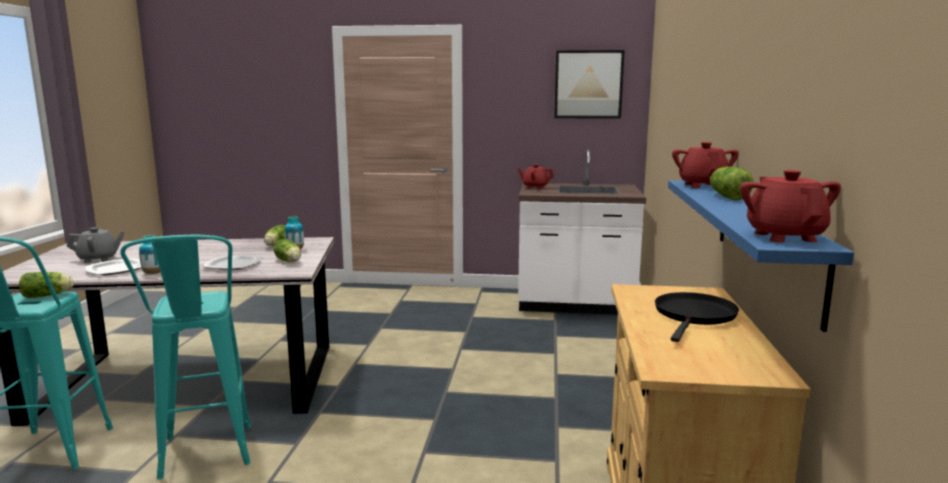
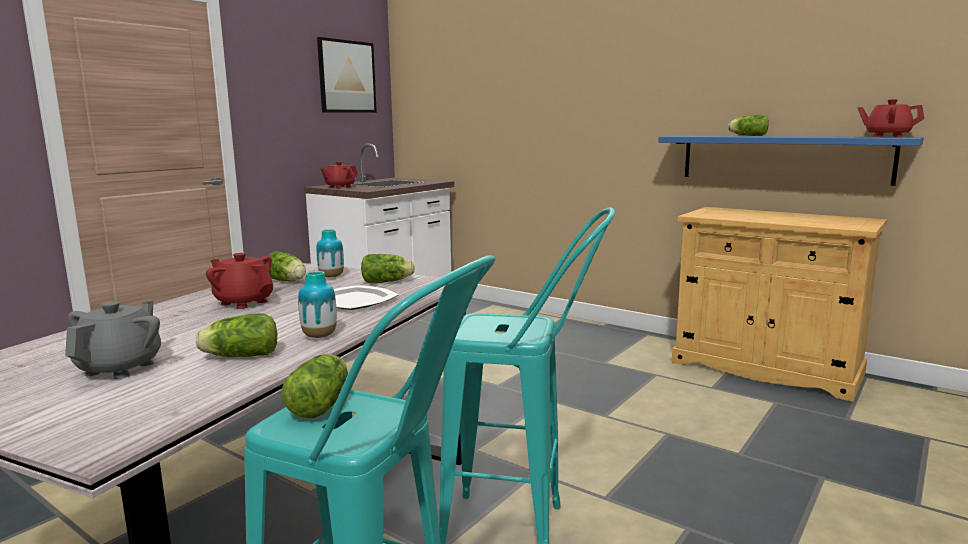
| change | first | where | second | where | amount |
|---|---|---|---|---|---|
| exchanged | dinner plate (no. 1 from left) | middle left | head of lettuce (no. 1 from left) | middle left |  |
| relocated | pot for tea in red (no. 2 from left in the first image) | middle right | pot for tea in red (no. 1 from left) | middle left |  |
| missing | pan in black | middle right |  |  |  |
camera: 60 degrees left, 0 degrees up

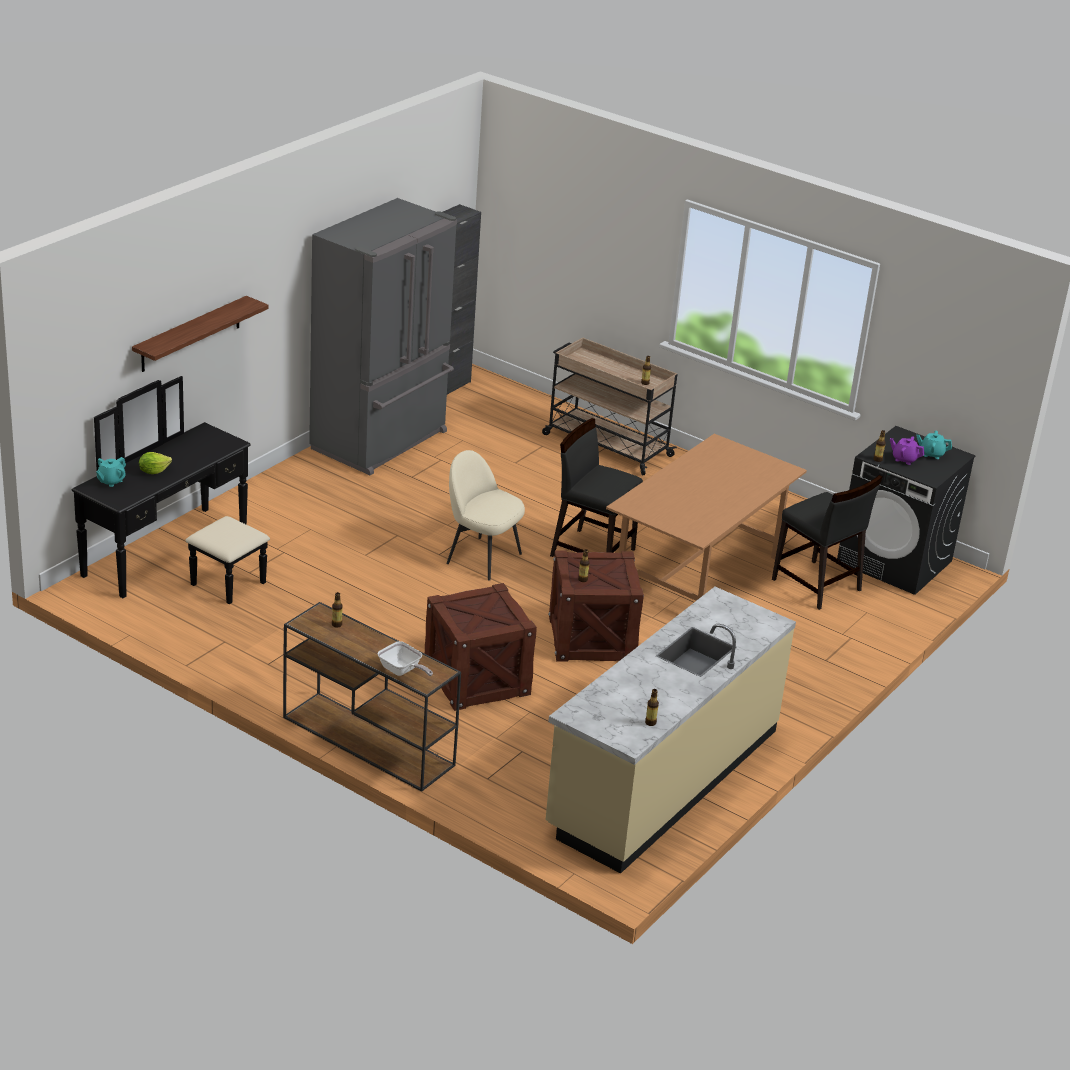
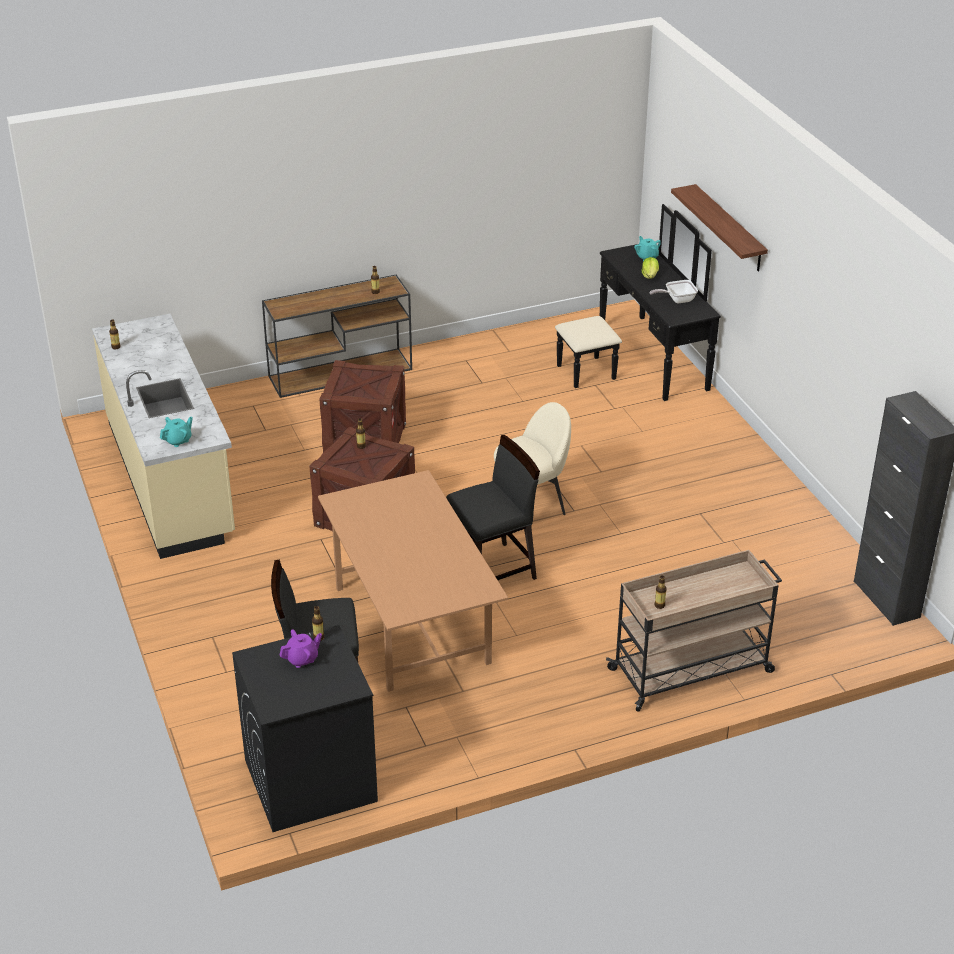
| change | first | where | second | where | amount |
|---|---|---|---|---|---|
| relocated | pot for tea in blue-green (no. 2 from left in the first image) | middle right | pot for tea in blue-green (no. 1 from left) | middle left |  |
| relocated | pan | centre |  | top right |  |
| missing | kitchen fridge in gray | top centre |  |  |  |
camera: 125 degrees right, 5 degrees up

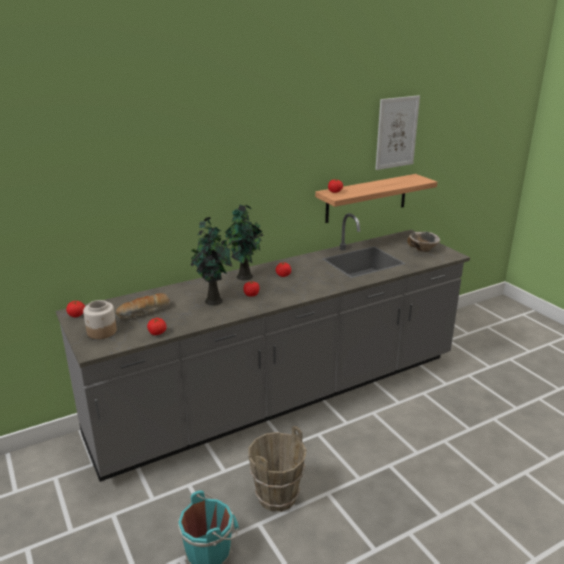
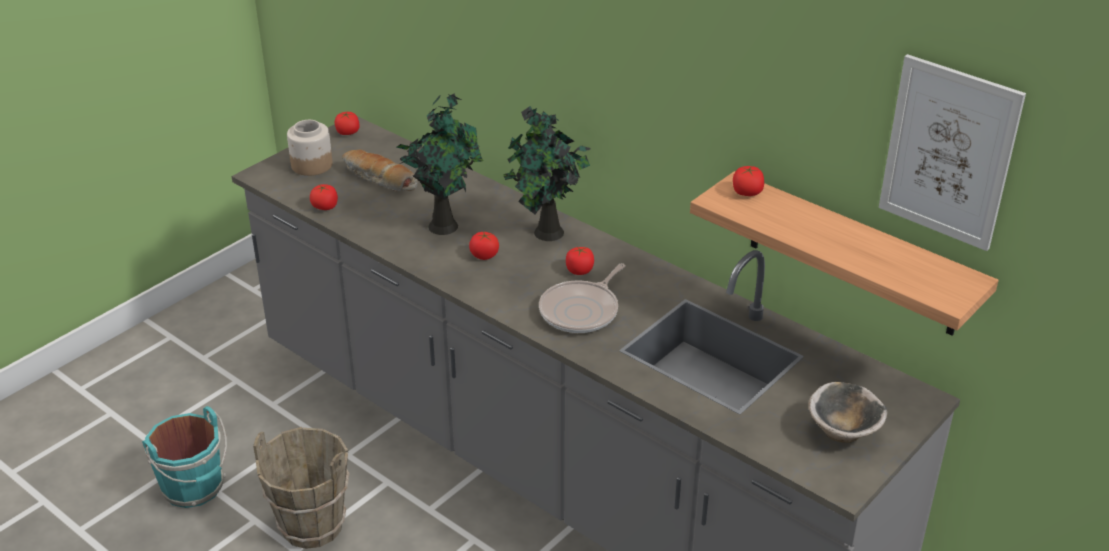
| change | first | where | second | where | amount |
|---|---|---|---|---|---|
| appeared |  |  | pan | centre |  |
camera: 70 degrees right, 10 degrees up

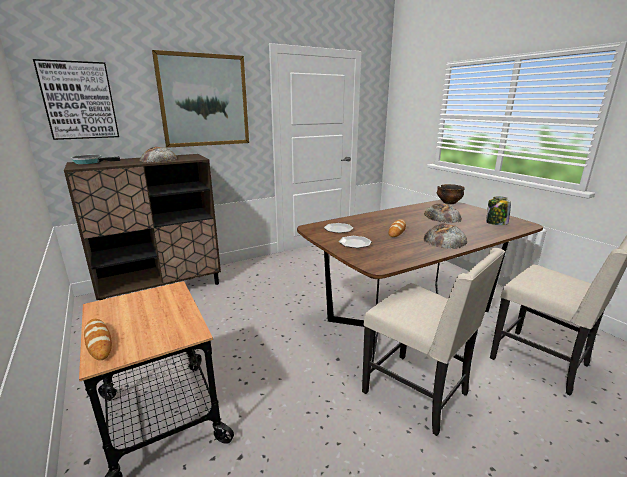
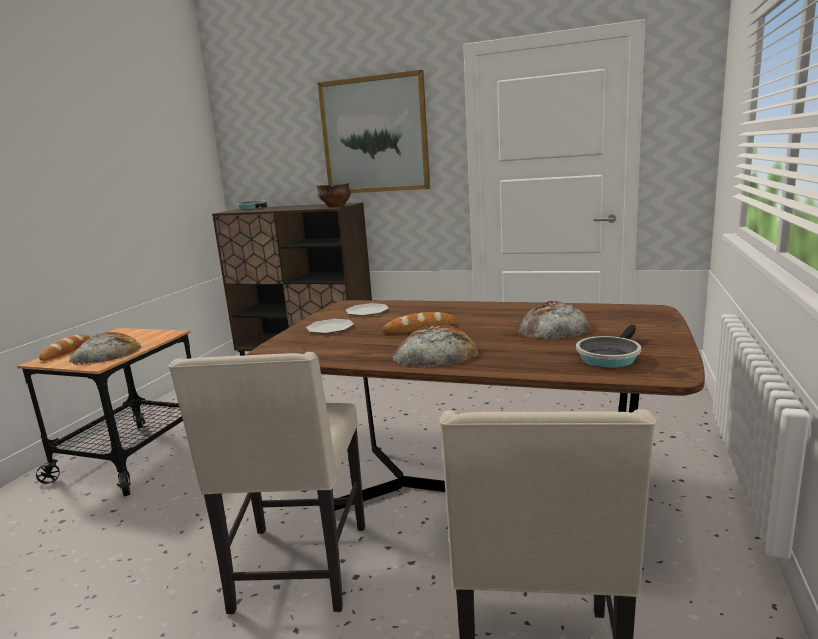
| change | first | where | second | where | amount |
|---|---|---|---|---|---|
| relocated | baked bread (no. 2 from left) | top left |  | middle left |  |
| relocated | serving bowl | middle right |  | top centre |  |
| exchanged | jar | middle right | pan (no. 2 from left) | middle right |  |
| missing | picture (no. 1 from left) | top left |  |  |  |
camera: 50 degrees right, 5 degrees down

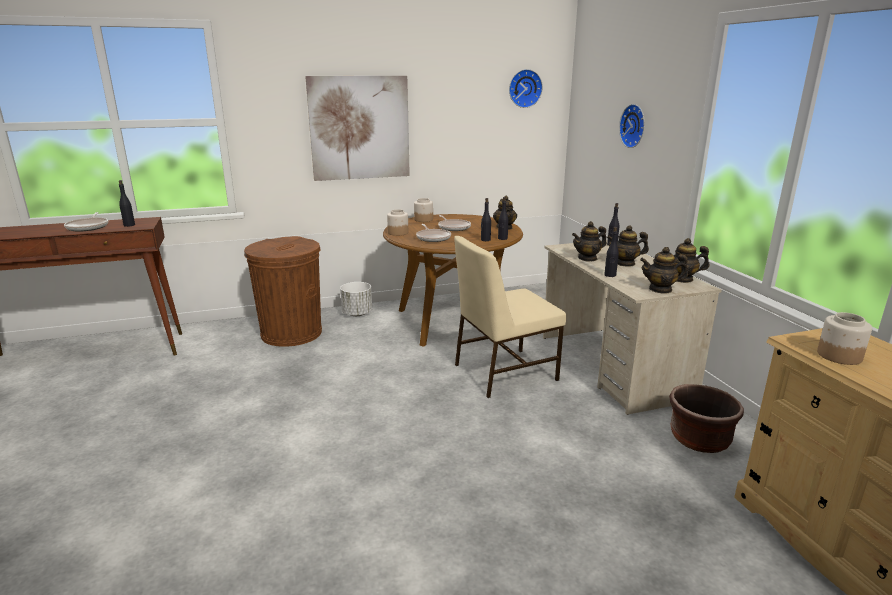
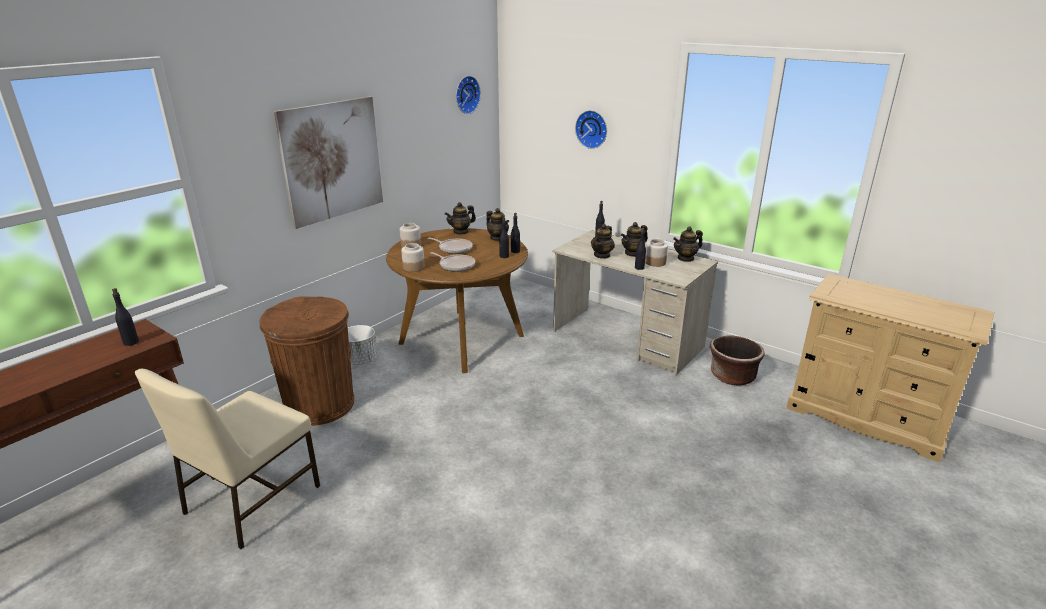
| change | first | where | second | where | amount |
|---|---|---|---|---|---|
| relocated | plain chair in beige-coloured | centre |  | bottom left |  |
| relocated | pot for tea (no. 4 from left in the first image) | middle right | pot for tea (no. 1 from left) | centre |  |
| relocated | jar (no. 3 from left) | middle right |  | centre |  |
| missing | pan (no. 1 from left) | middle left |  |  |  |
camera: 35 degrees left, 5 degrees up

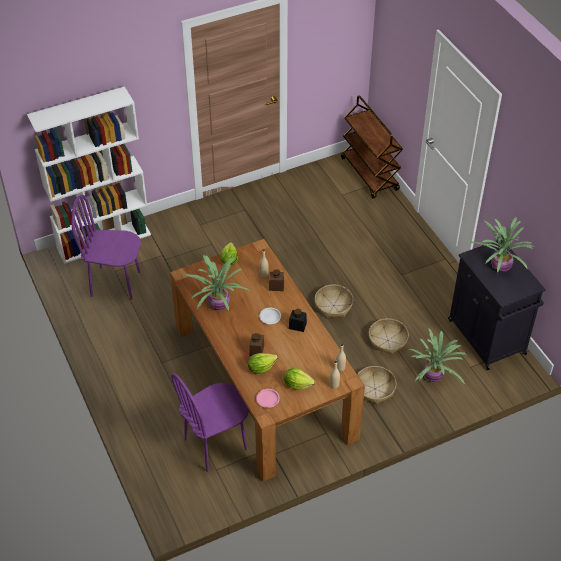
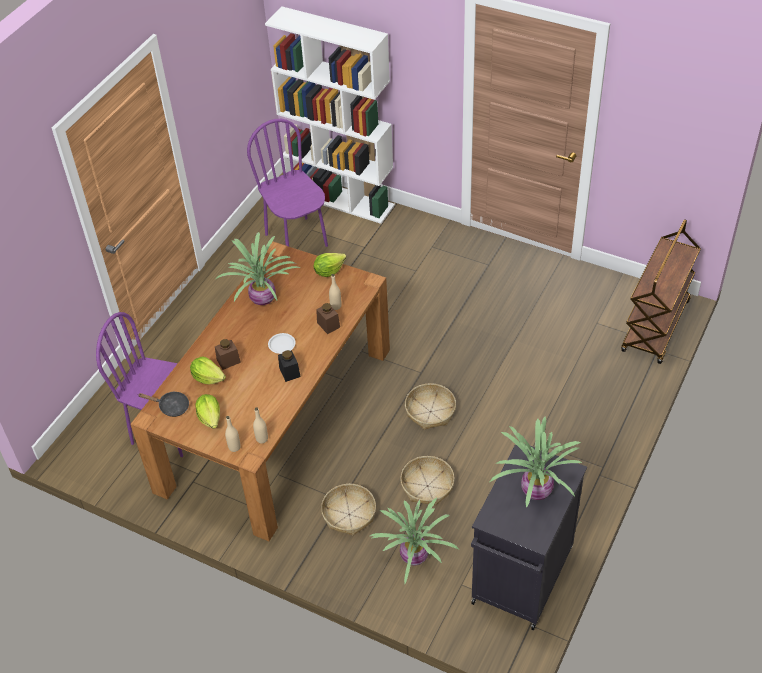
| change | first | where | second | where | amount |
|---|---|---|---|---|---|
| exchanged | dinner plate in pink-coloured | bottom centre | pan in black | middle left |  |
camera: 55 degrees right, 0 degrees up

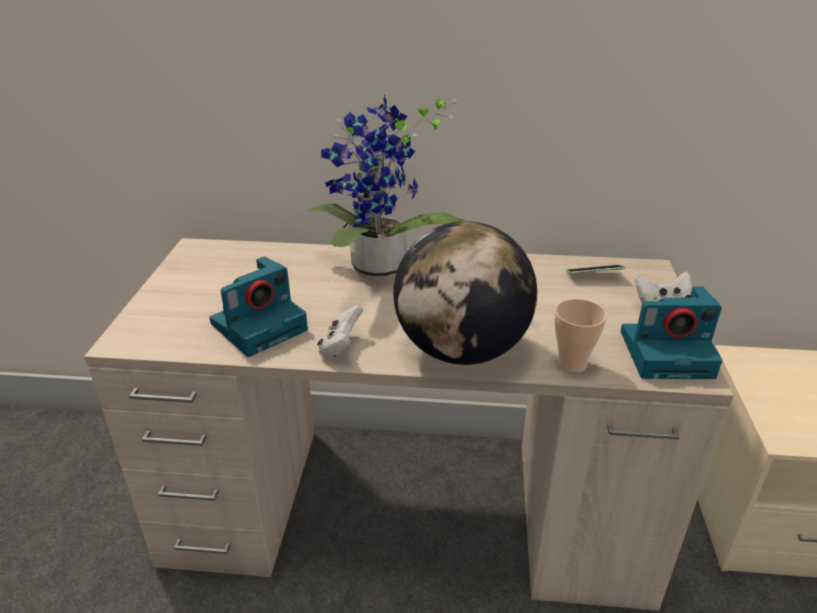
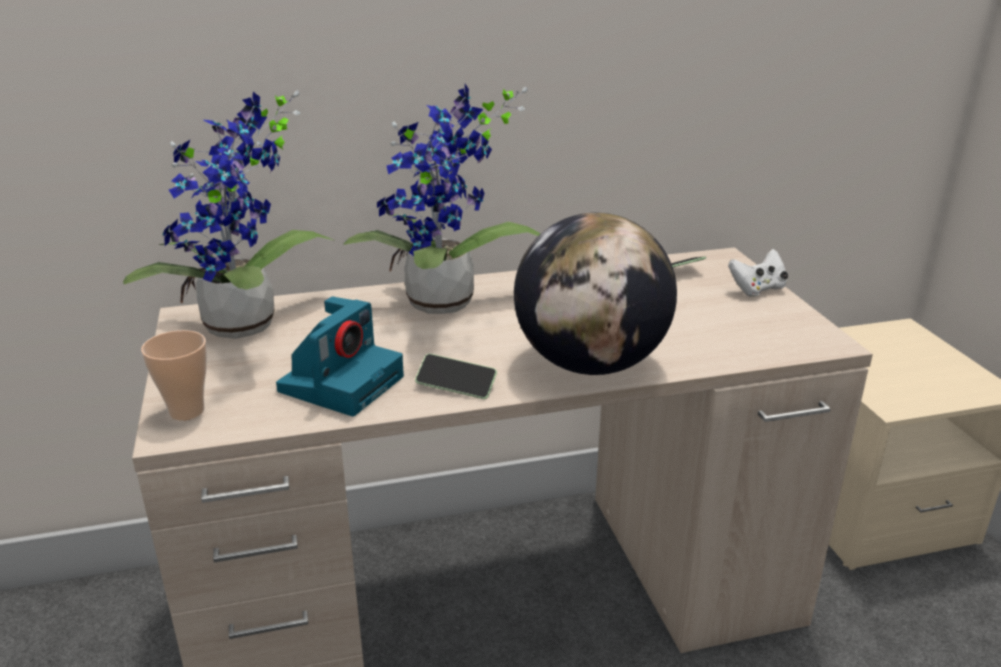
| change | first | where | second | where | amount |
|---|---|---|---|---|---|
| appeared |  |  | plant in a pot (no. 1 from left) | top left |  |
| relocated | cup | middle right |  | middle left |  |
| exchanged | gamepad in white (no. 1 from left) | centre | phone (no. 1 from left) | centre |  |
| missing | still camera (no. 2 from left) | middle right |  |  |  |
camera: 20 degrees left, 5 degrees down

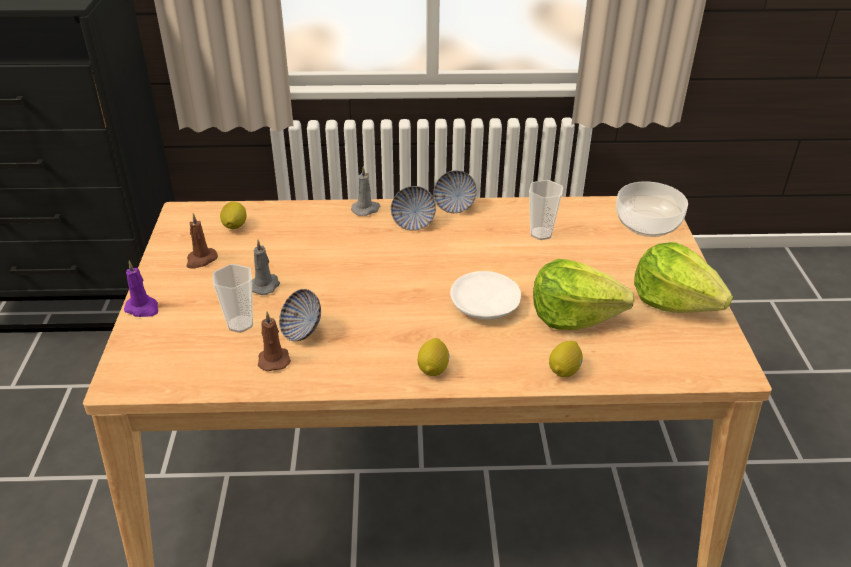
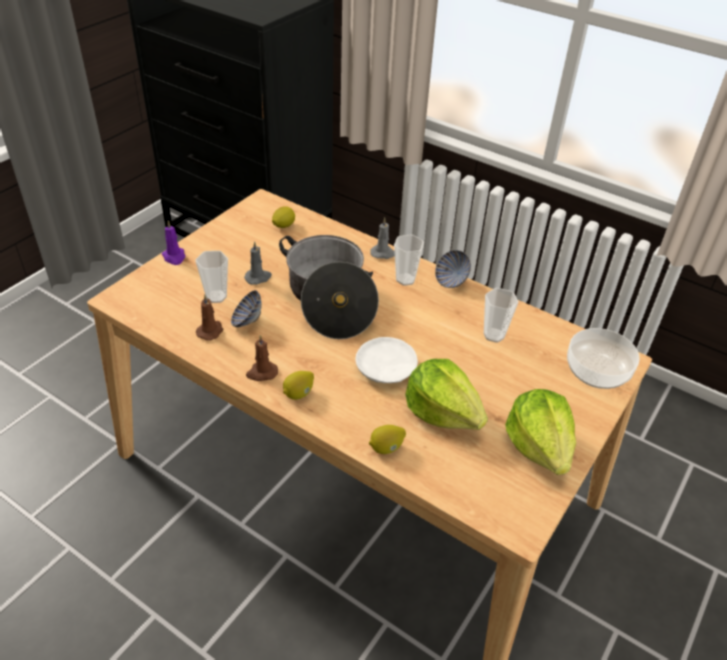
| change | first | where | second | where | amount |
|---|---|---|---|---|---|
| relocated | wax light in brownish (no. 1 from left in the first image) | middle left | wax light in brownish (no. 2 from left) | centre |  |
| appeared |  |  | saucepot | centre |  |
| exchanged | serving bowl (no. 2 from left) | centre | cup (no. 2 from left) | centre |  |
camera: 35 degrees right, 5 degrees up

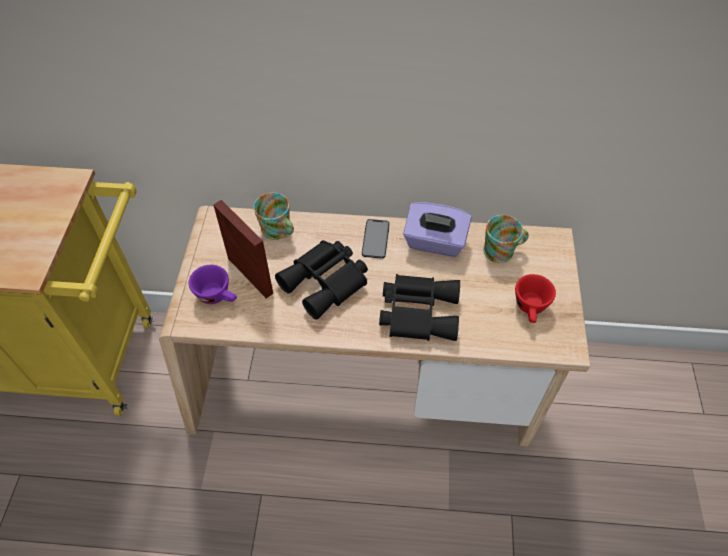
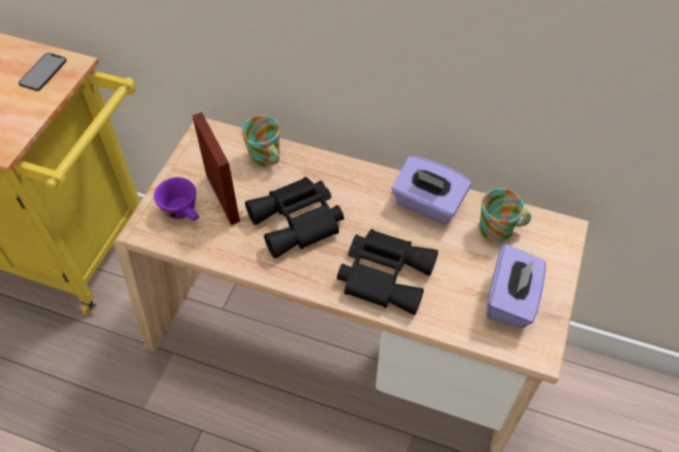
| change | first | where | second | where | amount |
|---|---|---|---|---|---|
| relocated | phone | centre |  | top left |  |
| exchanged | cup in red | middle right | tissue box in purple (no. 2 from left) | middle right |  |
camera: 15 degrees right, 0 degrees up

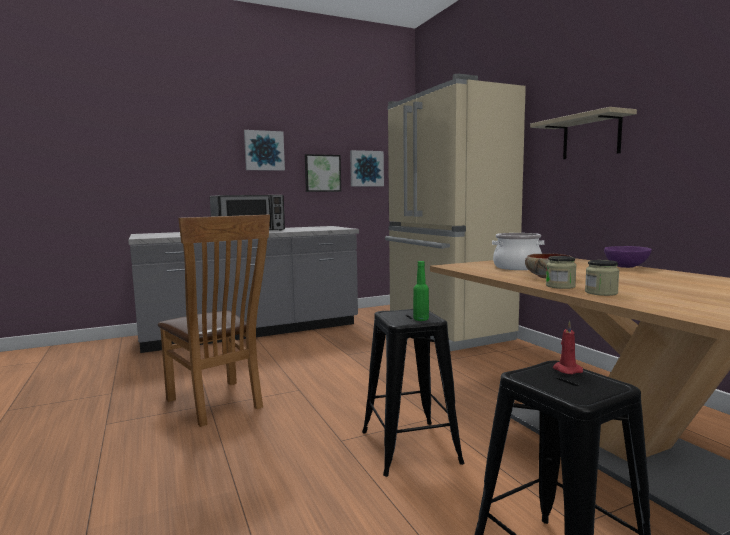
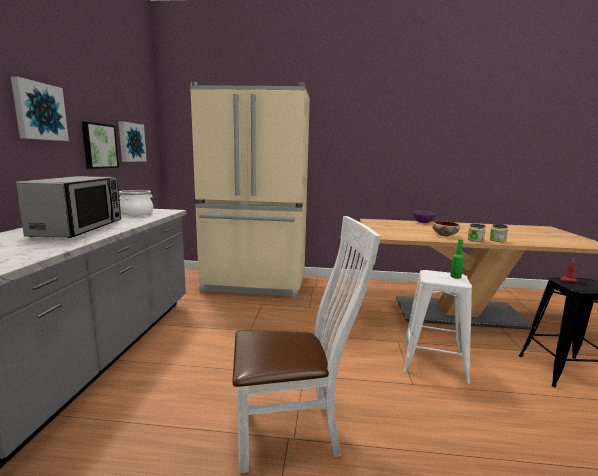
| change | first | where | second | where | amount |
|---|---|---|---|---|---|
| relocated | saucepot | middle right |  | middle left |  |
| colour | plain chair in brownish | middle left | plain chair in white | bottom centre |  |
| colour | stool in black (no. 1 from left) | bottom centre | stool in white | bottom right |  |
| missing | wall shelf | top right |  |  |  |
camera: 60 degrees left, 5 degrees up

